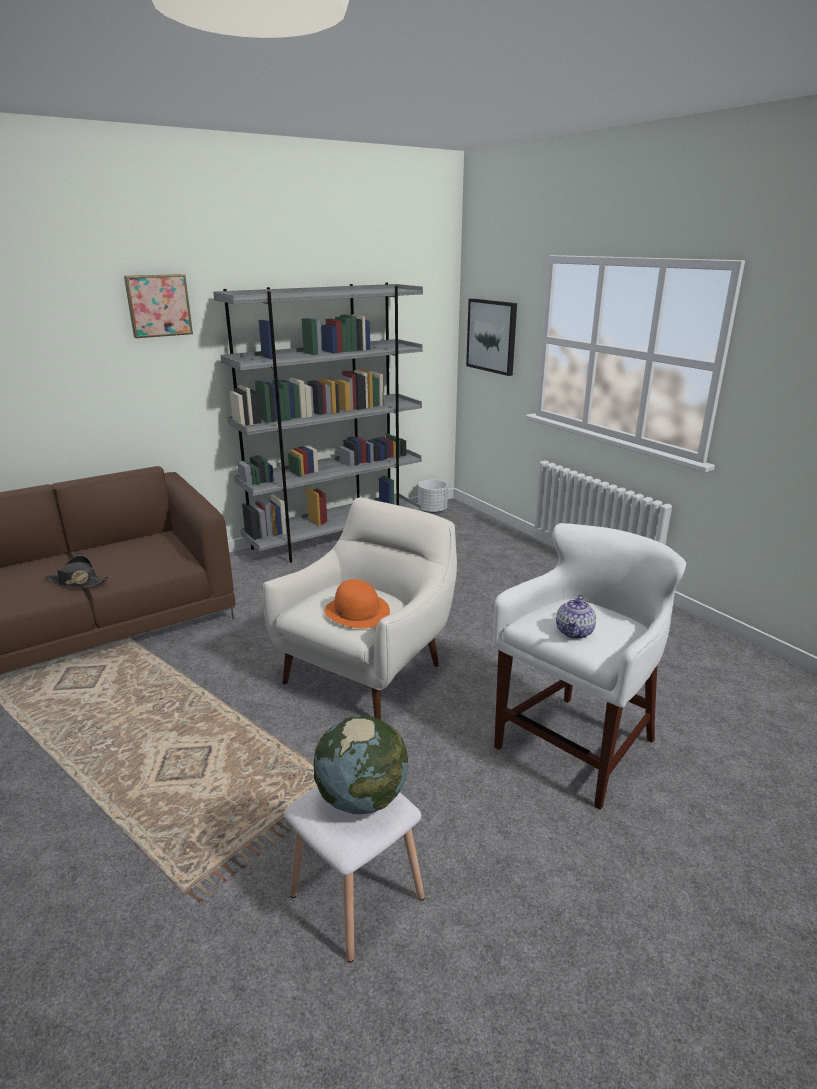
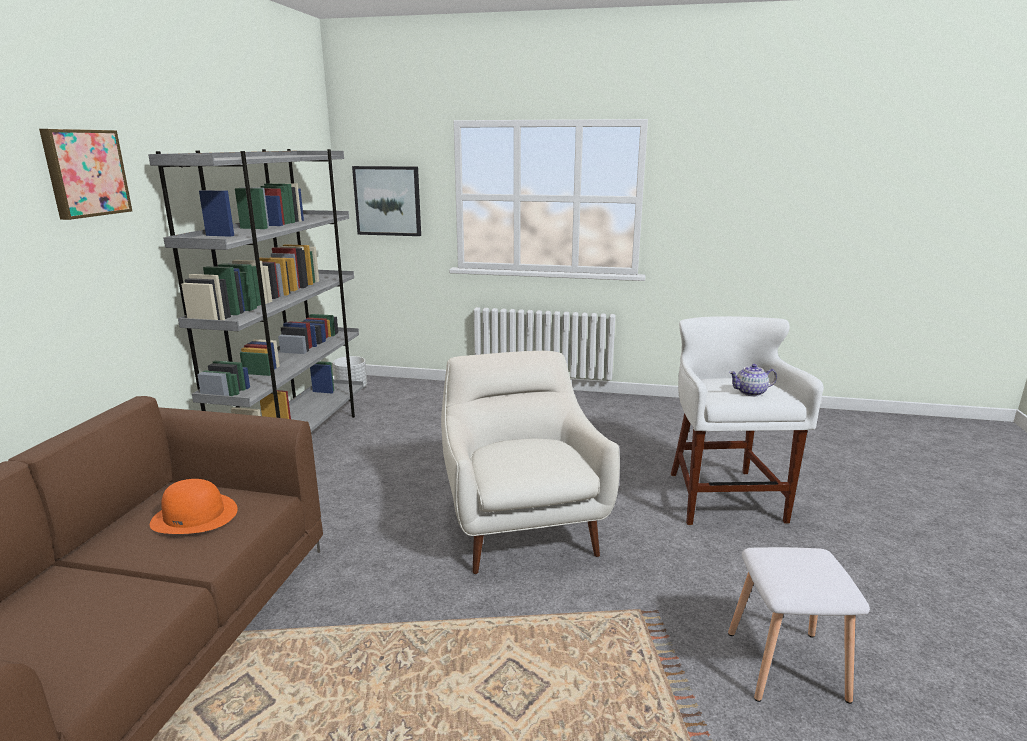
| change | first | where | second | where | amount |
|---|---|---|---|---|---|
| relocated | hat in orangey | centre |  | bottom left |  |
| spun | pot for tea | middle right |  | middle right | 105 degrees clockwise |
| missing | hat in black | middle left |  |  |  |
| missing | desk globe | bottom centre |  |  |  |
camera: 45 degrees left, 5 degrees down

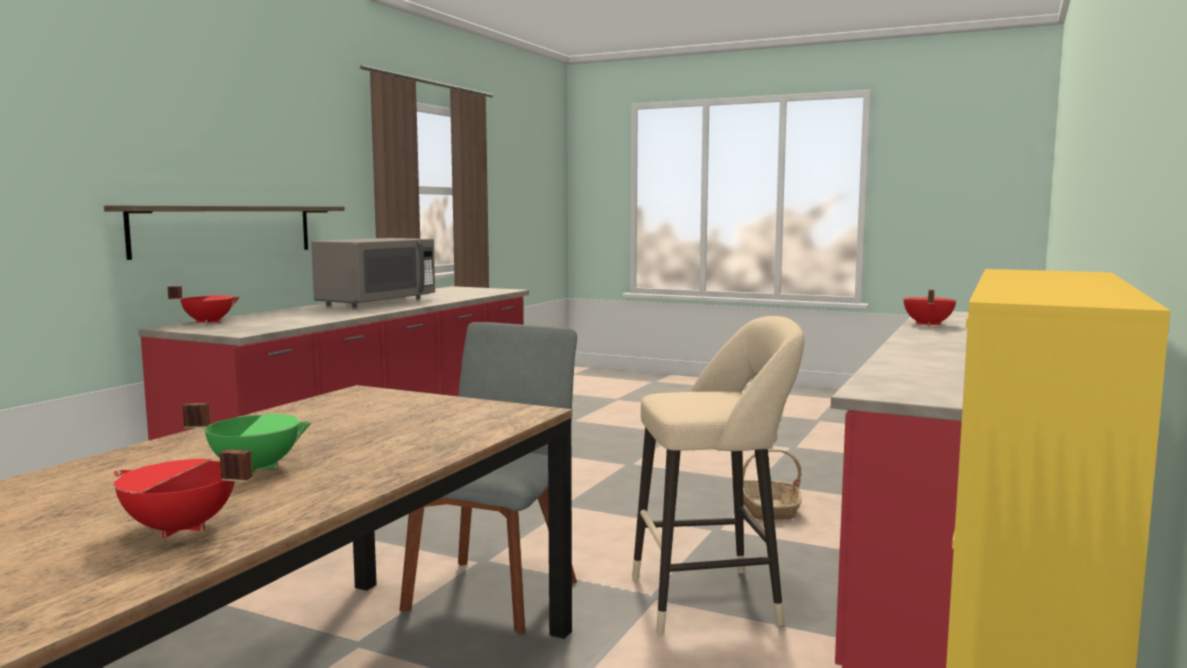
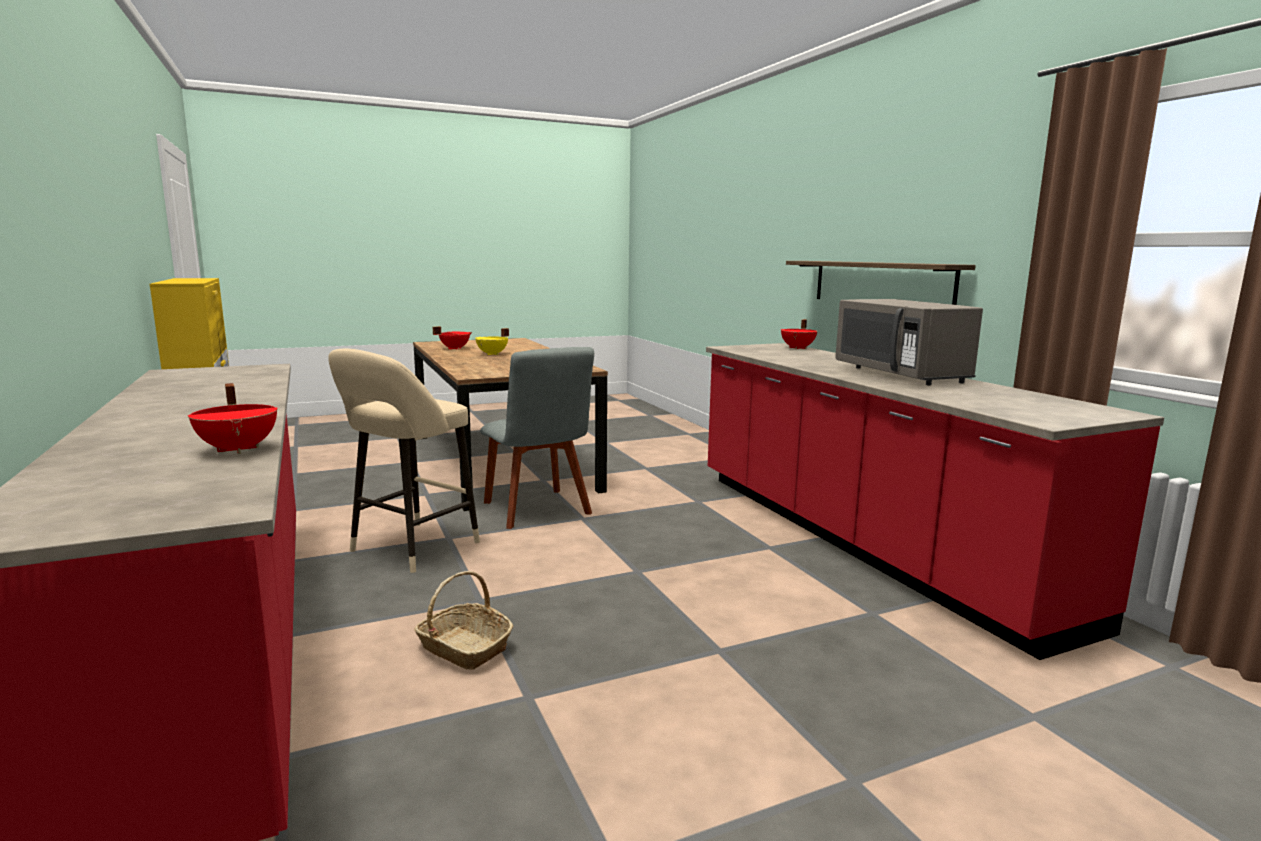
| change | first | where | second | where | amount |
|---|---|---|---|---|---|
| colour | saucepot in green | middle left | saucepot in yellow | centre |  |
camera: 130 degrees right, 5 degrees up

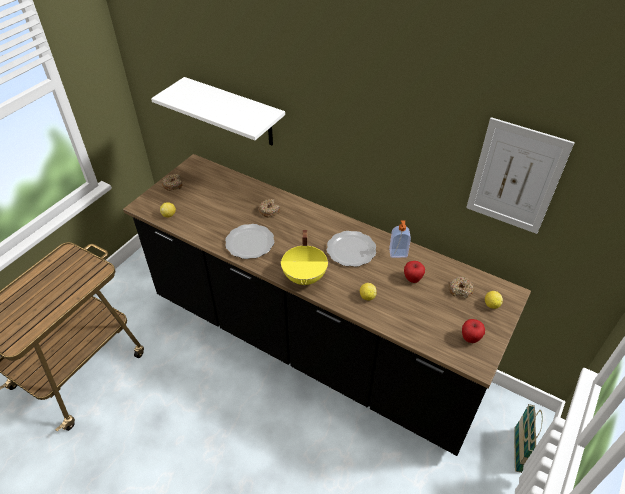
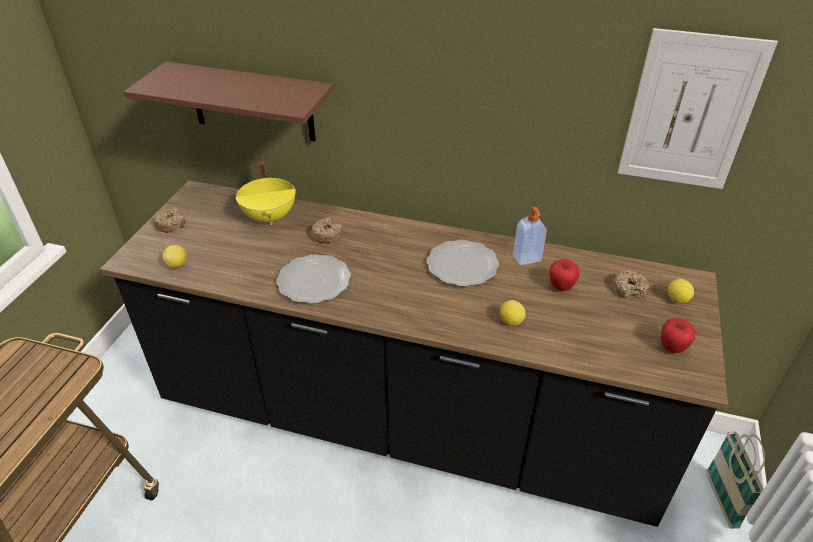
| change | first | where | second | where | amount |
|---|---|---|---|---|---|
| colour | wall shelf in white | top centre | wall shelf in brownish | top left |  |
| relocated | saucepot in yellow | centre |  | middle left |  |
camera: 15 degrees left, 5 degrees down

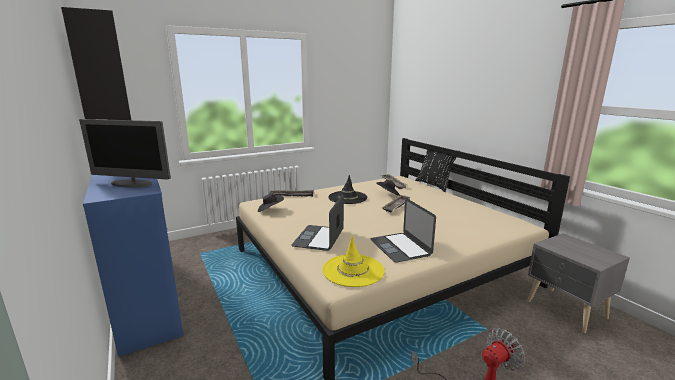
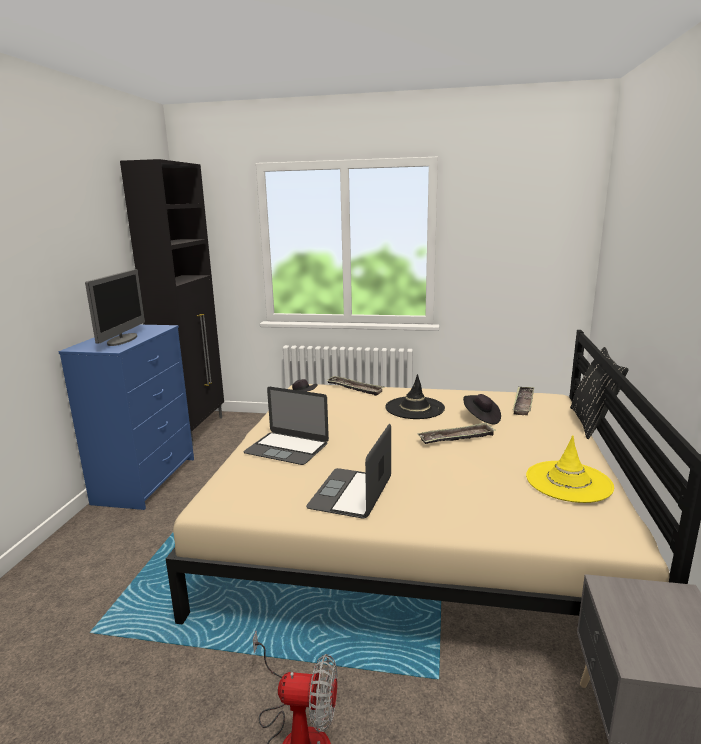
| change | first | where | second | where | amount |
|---|---|---|---|---|---|
| spun | computer display | middle left |  | middle left | 135 degrees counterclockwise |
| spun | notebook computer (no. 1 from left) | centre |  | centre | 120 degrees counterclockwise |
| relocated | hat in yellow | bottom centre |  | middle right |  |
camera: 40 degrees right, 0 degrees up

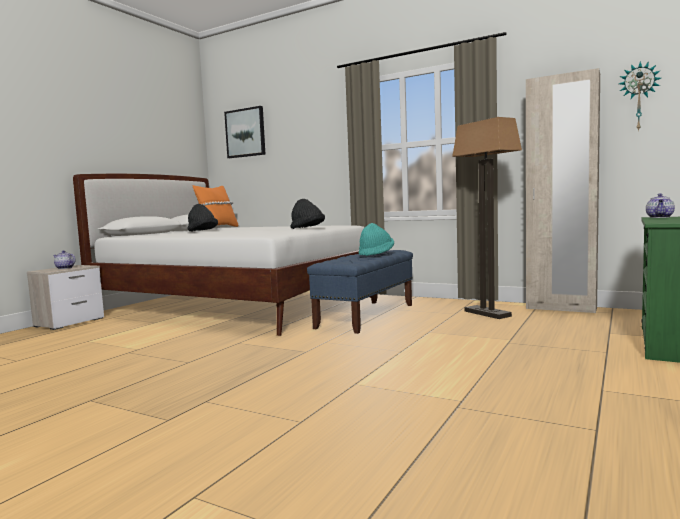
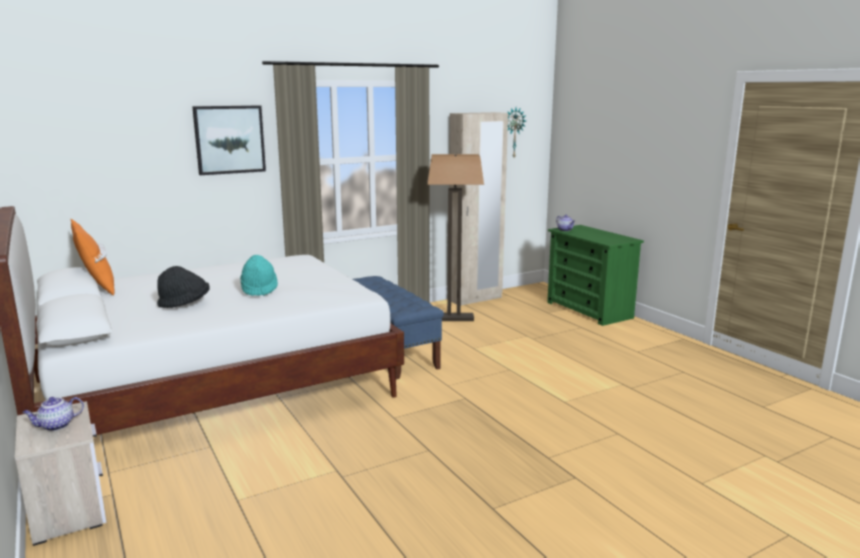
| change | first | where | second | where | amount |
|---|---|---|---|---|---|
| relocated | picture | top centre |  | top left |  |
| relocated | hat in blue-green | centre |  | middle left |  |
| missing | hat in black (no. 2 from left) | centre |  |  |  |
camera: 60 degrees left, 10 degrees up

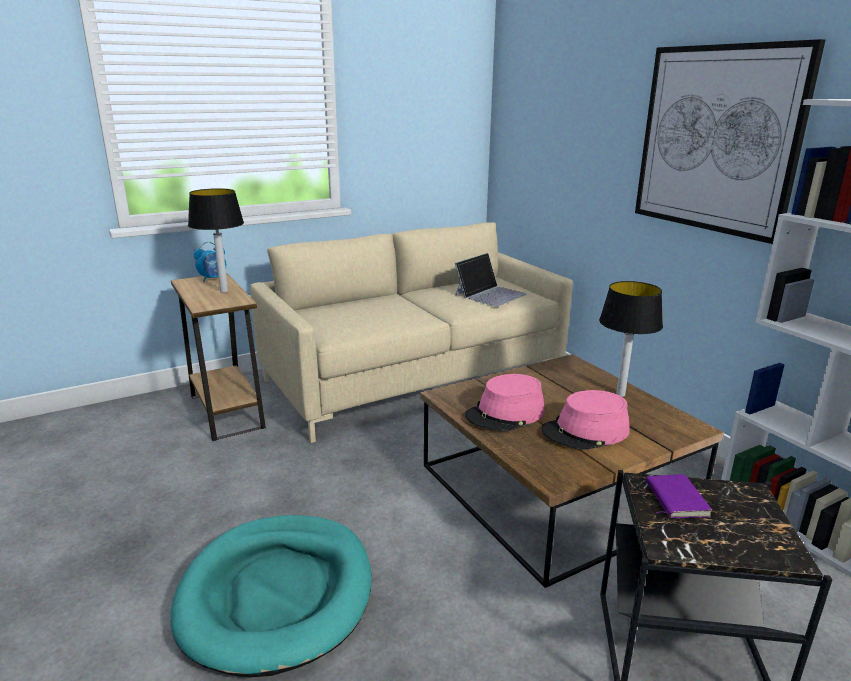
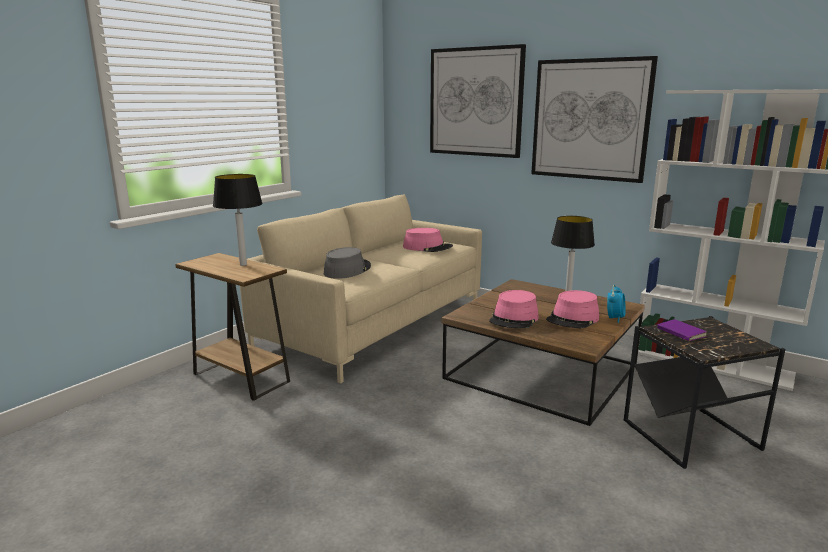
| change | first | where | second | where | amount |
|---|---|---|---|---|---|
| appeared |  |  | hat in gray | centre |  |
| exchanged | notebook computer | centre | hat in pink-coloured (no. 1 from left) | centre |  |
| appeared |  |  | picture (no. 1 from left) | top centre |  |
| relocated | bedside clock | middle left |  | middle right |  |
| missing | dog cushion in blue-green | bottom left |  |  |  |
camera: 25 degrees left, 5 degrees down

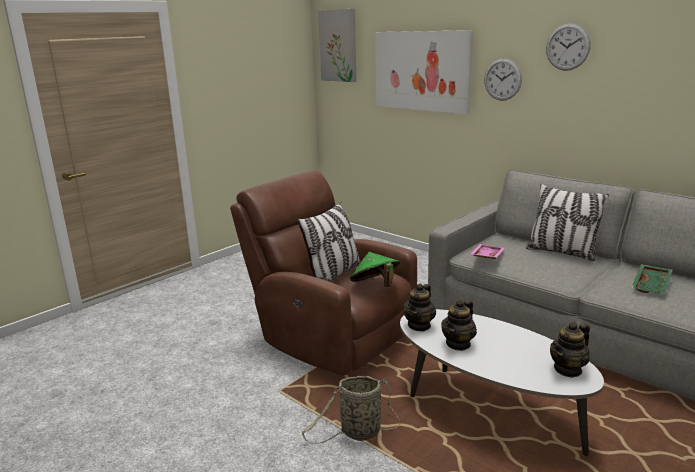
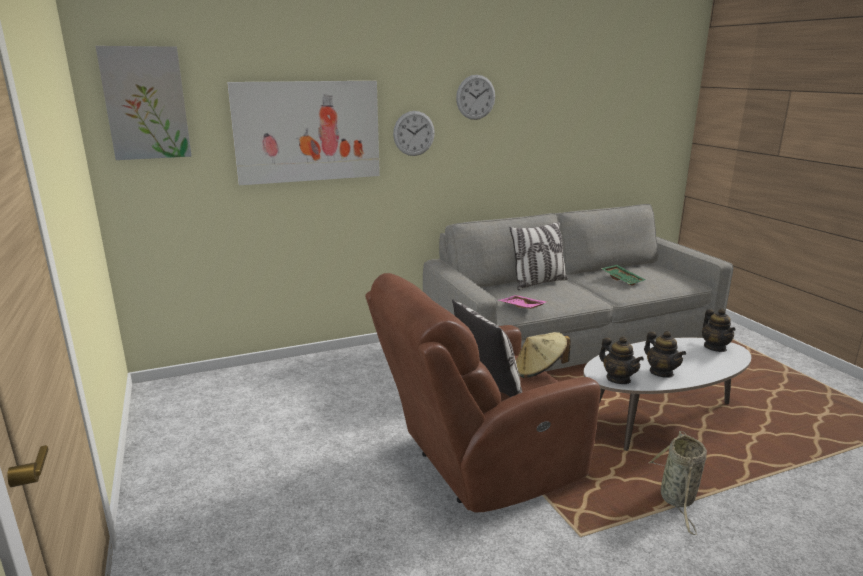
| change | first | where | second | where | amount |
|---|---|---|---|---|---|
| colour | hat in green | centre | hat in beige-coloured | centre |  |
camera: 65 degrees left, 0 degrees up

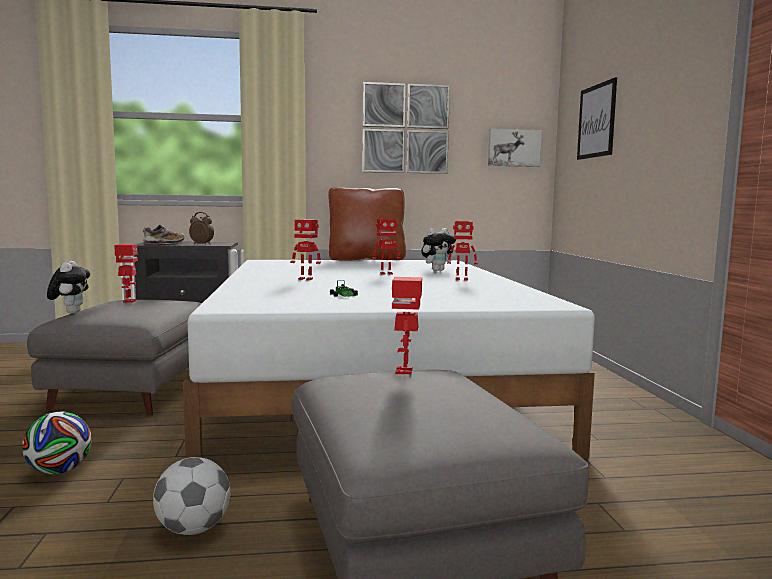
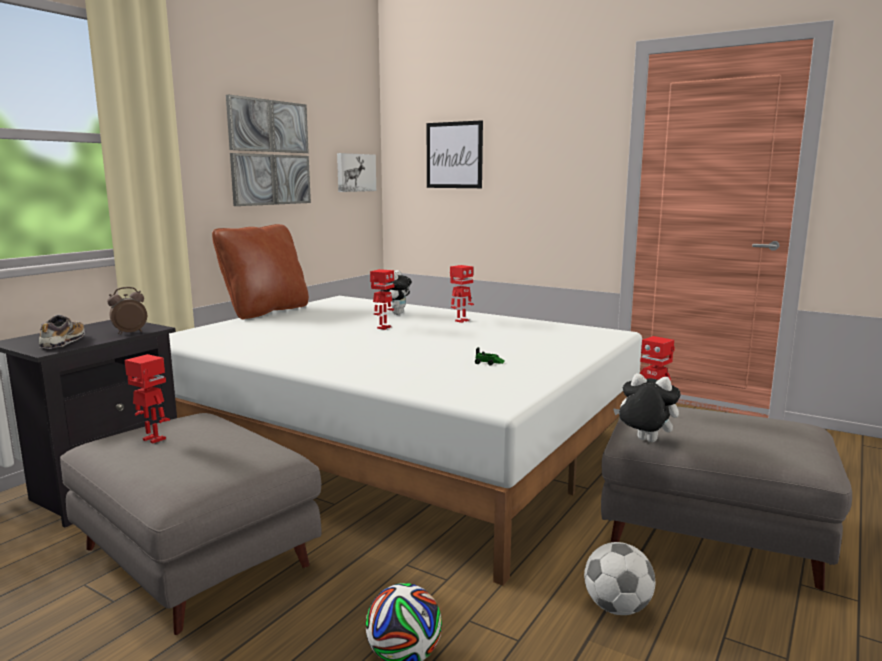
| change | first | where | second | where | amount |
|---|---|---|---|---|---|
| relocated | plush toy (no. 1 from left in the first image) | middle left | plush toy (no. 2 from left) | middle right |  |
| missing | model robot (no. 2 from left) | centre |  |  |  |
camera: 50 degrees left, 5 degrees up

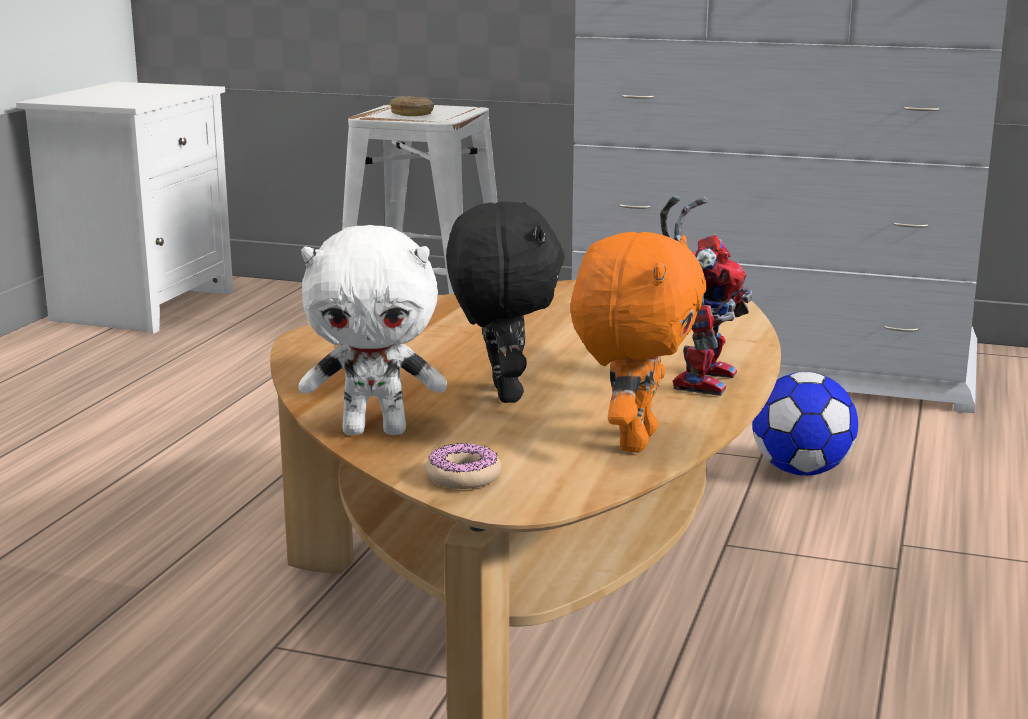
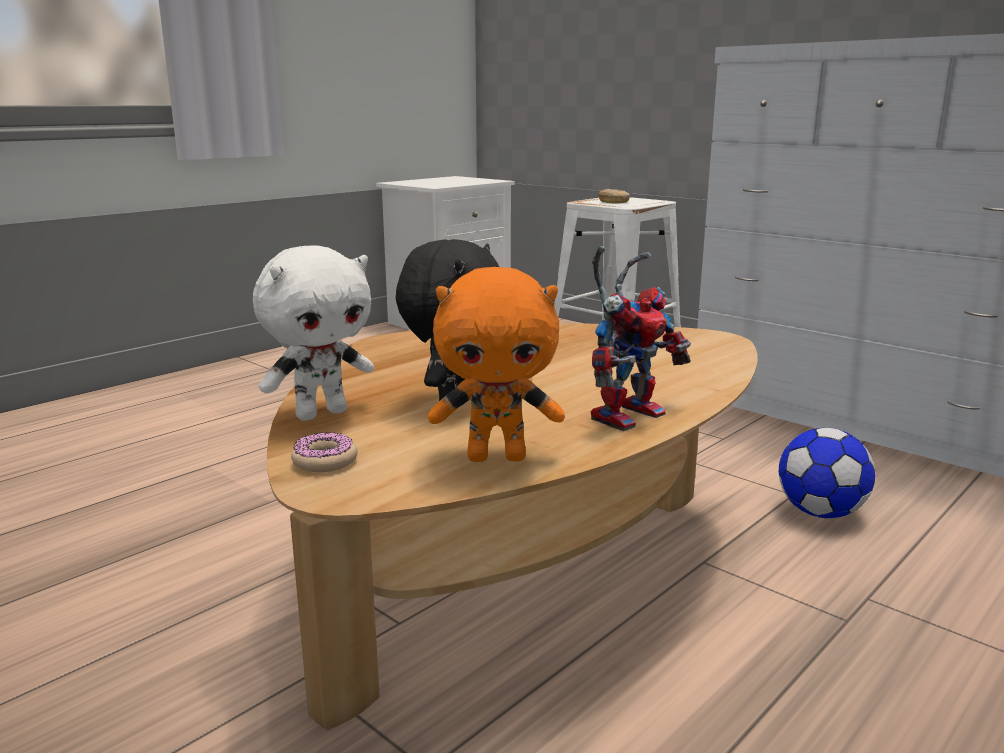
| change | first | where | second | where | amount |
|---|---|---|---|---|---|
| spun | plush toy in white | centre |  | middle left | 60 degrees counterclockwise |
| spun | plush toy in orangey | centre |  | centre | 45 degrees clockwise |
camera: 25 degrees right, 0 degrees up

